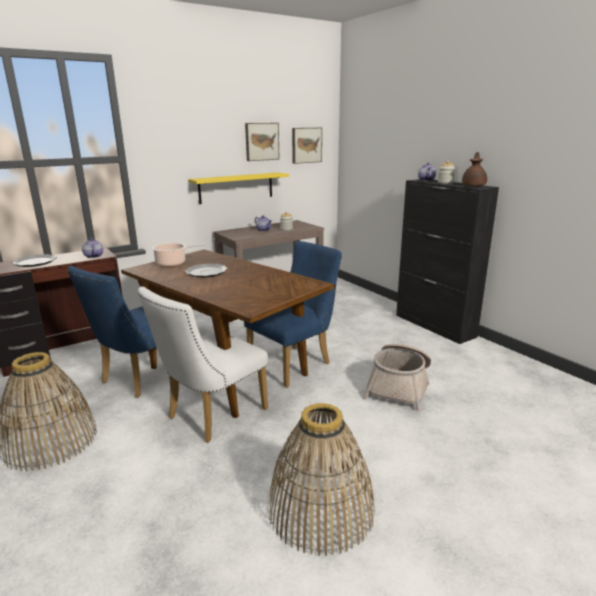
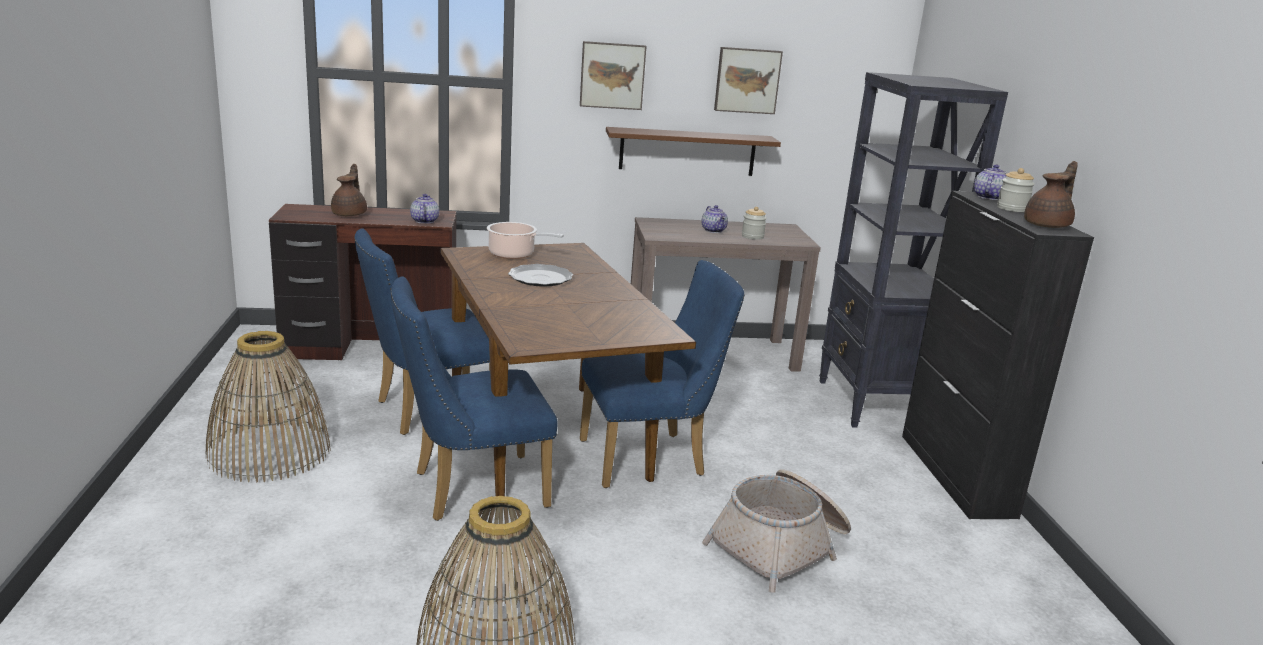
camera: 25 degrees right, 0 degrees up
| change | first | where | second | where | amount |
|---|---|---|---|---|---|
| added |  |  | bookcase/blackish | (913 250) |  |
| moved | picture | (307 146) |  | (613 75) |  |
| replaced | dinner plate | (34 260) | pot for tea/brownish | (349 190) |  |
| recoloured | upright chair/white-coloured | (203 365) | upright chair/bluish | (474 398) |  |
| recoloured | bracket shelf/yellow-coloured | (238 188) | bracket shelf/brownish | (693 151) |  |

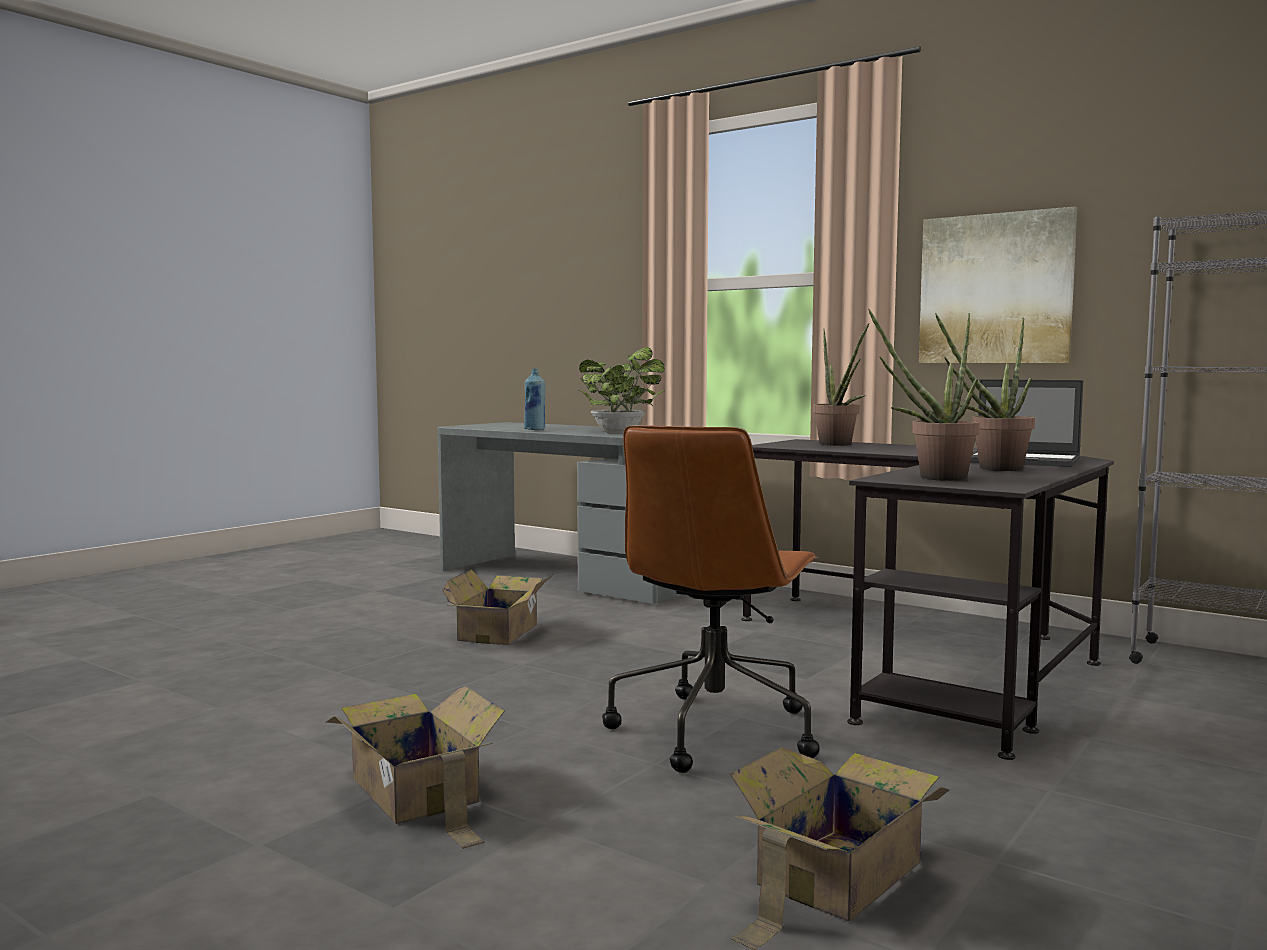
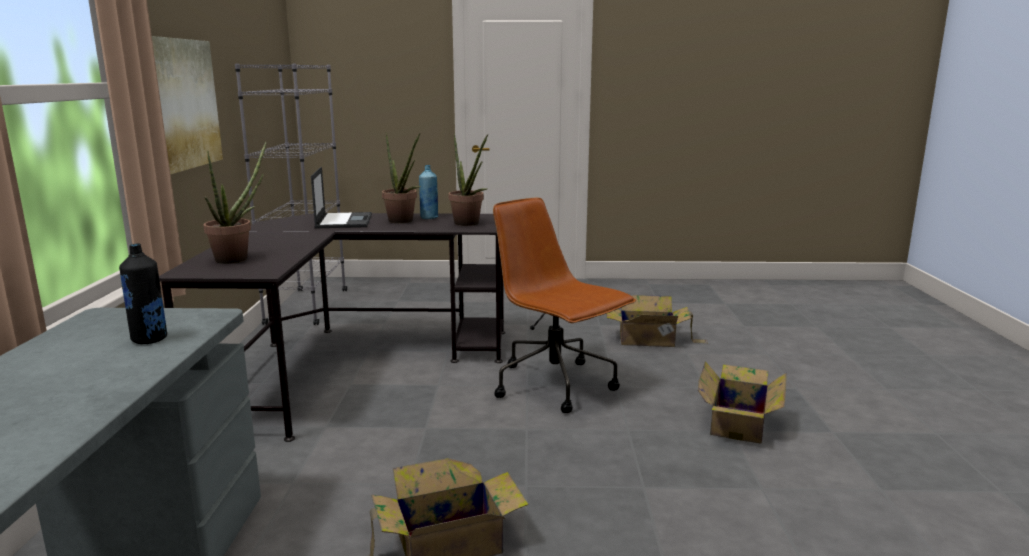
camera: 125 degrees left, 10 degrees up
| change | first | where | second | where | amount |
|---|---|---|---|---|---|
| moved | beverage bottle/bluish | (534 399) |  | (428 192) |  |
| replaced | plant in a pot | (622 390) | beverage bottle/blackish | (143 293) |  |
| turned | desk chair/brownish | (711 599) |  | (564 305) | 120 degrees counterclockwise |

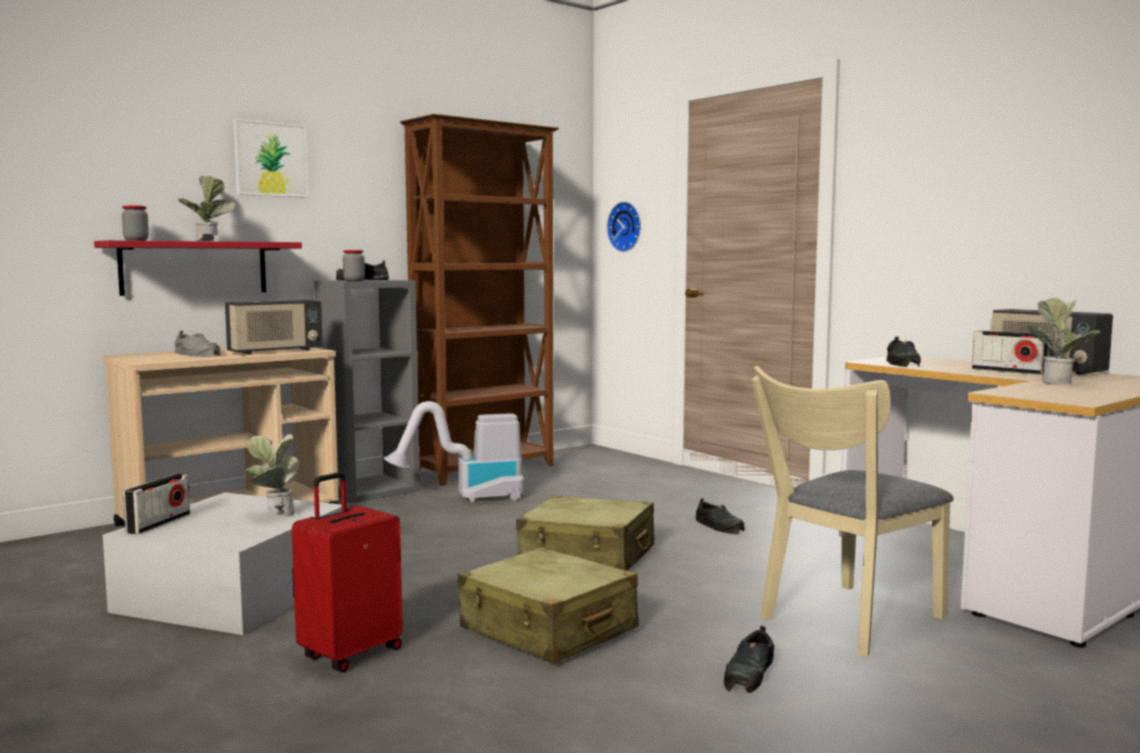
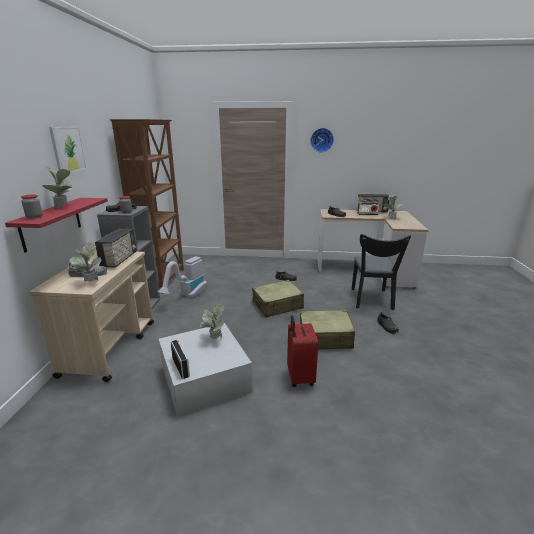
camera: 45 degrees left, 15 degrees up
| change | first | where | second | where | amount |
|---|---|---|---|---|---|
| added |  |  | plant in a pot | (85 262) |  |
| moved | wall clock | (624 226) |  | (322 140) |  |
| recoloured | upright chair/beige-coloured | (852 511) | upright chair/blackish | (381 272) |  |

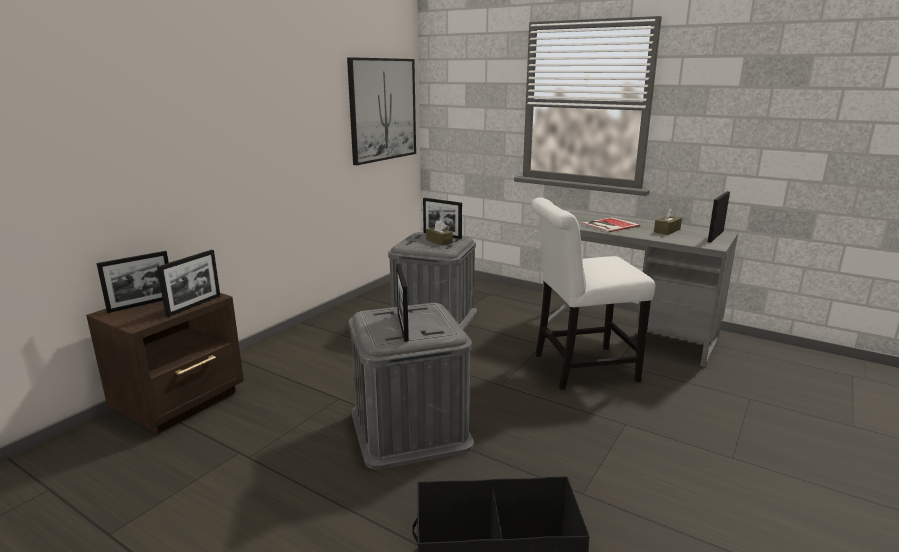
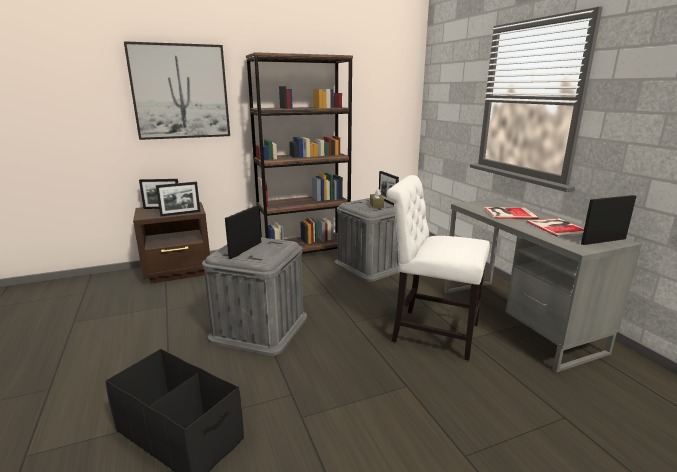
camera: 35 degrees right, 0 degrees up
| change | first | where | second | where | amount |
|---|---|---|---|---|---|
| added |  |  | bookcase/brownish | (299 153) |  |
| moved | picture | (381 111) |  | (177 90) |  |
| replaced | box of tissues/brownish | (668 221) | book | (555 227) |  |

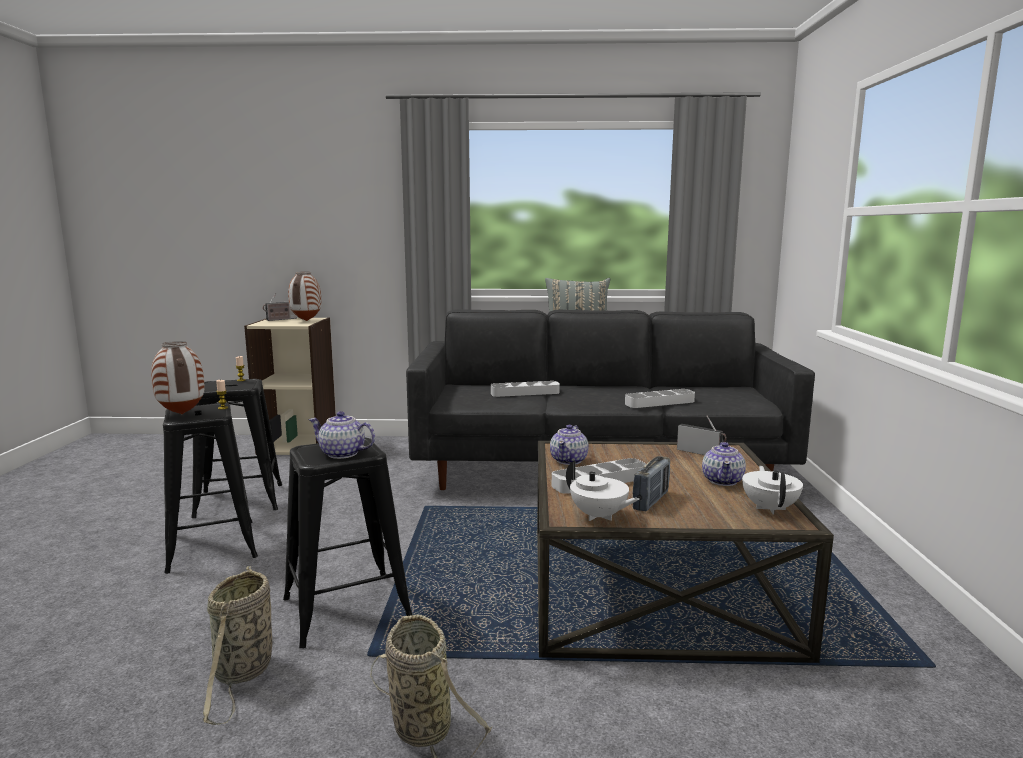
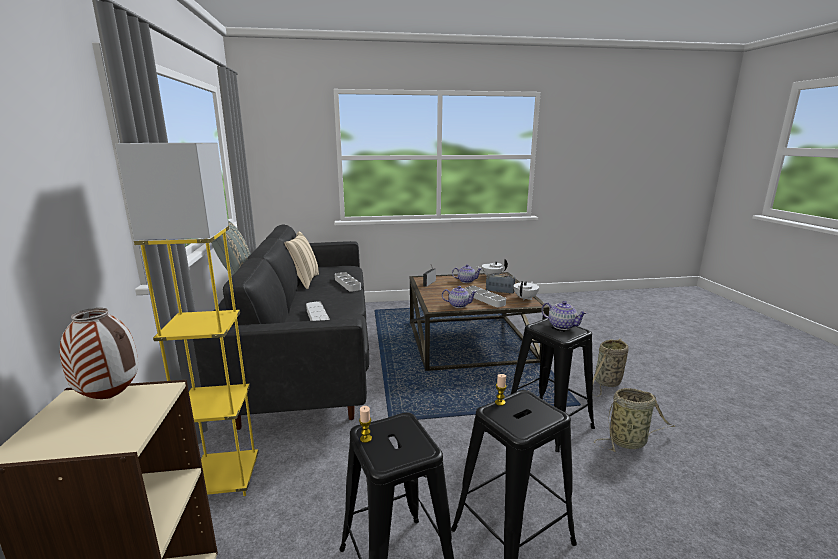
camera: 100 degrees left, 5 degrees up
| change | first | where | second | where | amount |
|---|---|---|---|---|---|
| removed | decorative vase | (177 377) |  |  |  |
| removed | radio | (280 307) |  |  |  |
| added |  |  | standing lamp/yellow-coloured | (187 319) |  |
| added |  |  | throw pillow/beige-coloured | (301 260) |  |
| turned | pot for tea | (341 435) |  | (564 315) | 60 degrees counterclockwise |

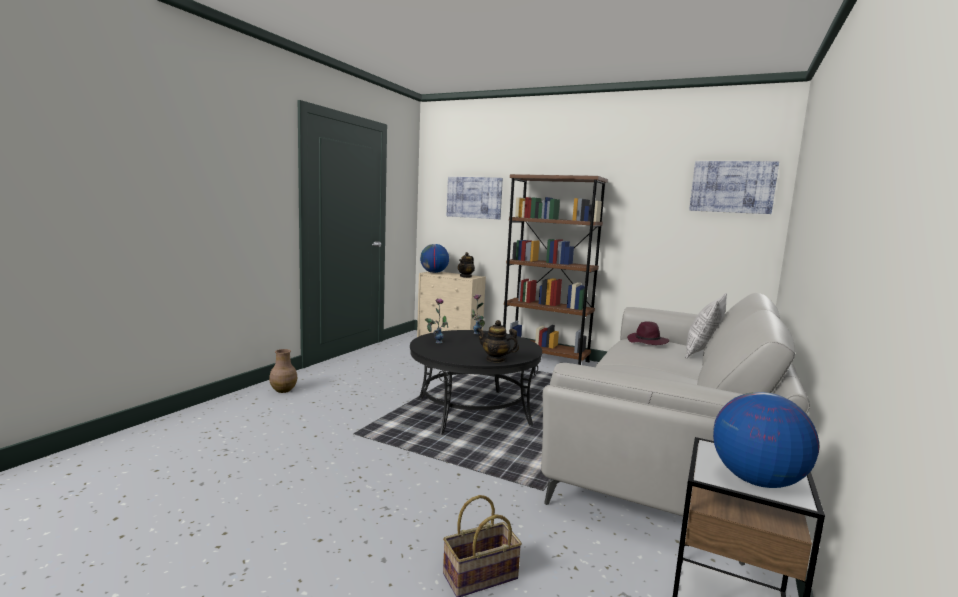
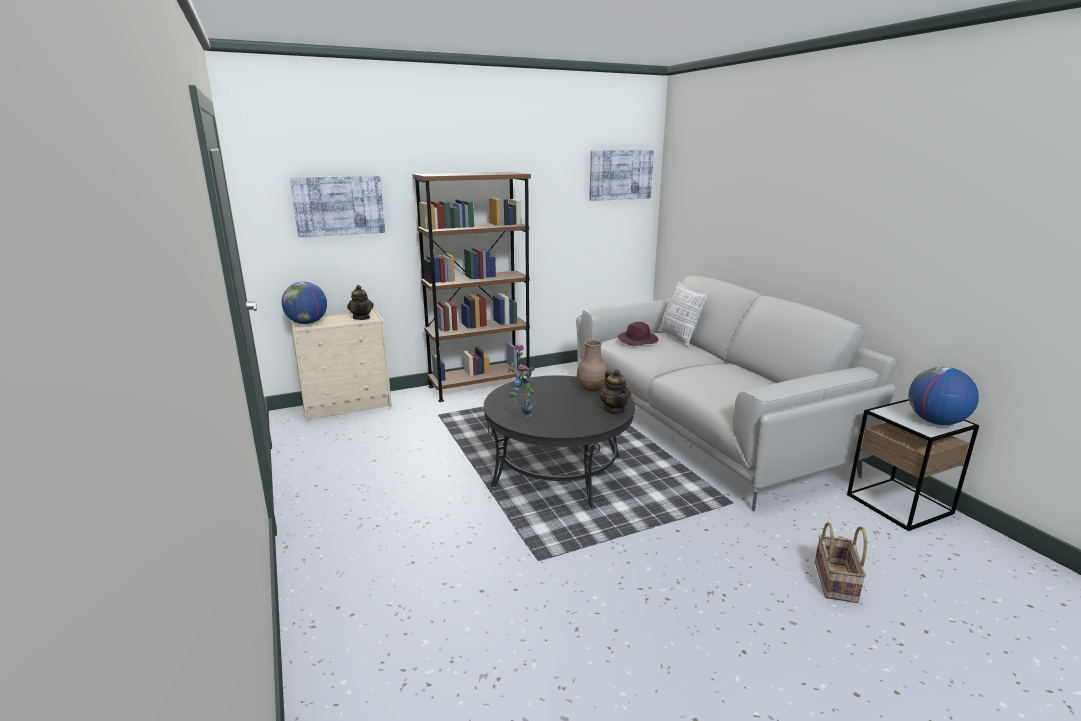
camera: 50 degrees left, 10 degrees up
| change | first | where | second | where | amount |
|---|---|---|---|---|---|
| moved | decorative vase/brownish | (283 371) |  | (592 365) |  |
| turned | pot for tea | (498 341) |  | (615 391) | 75 degrees counterclockwise |

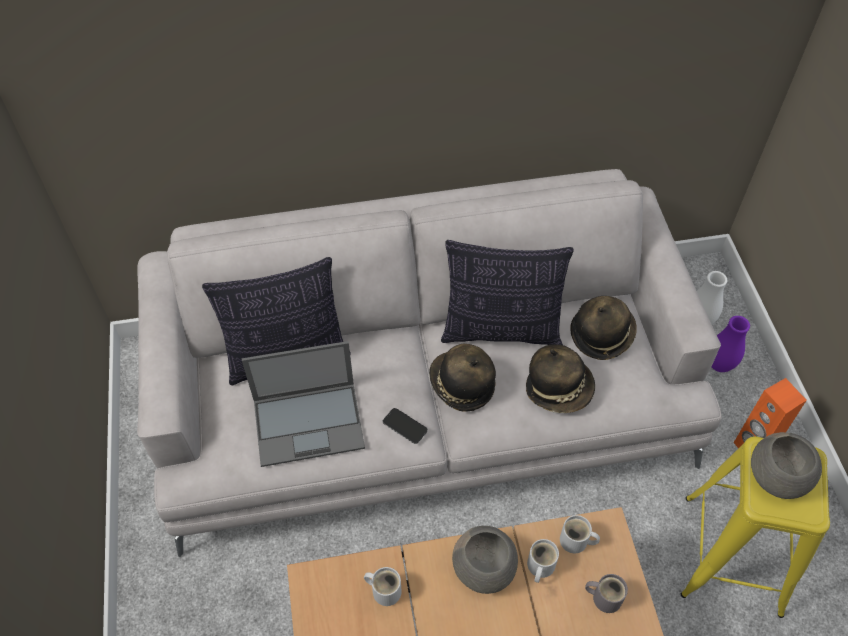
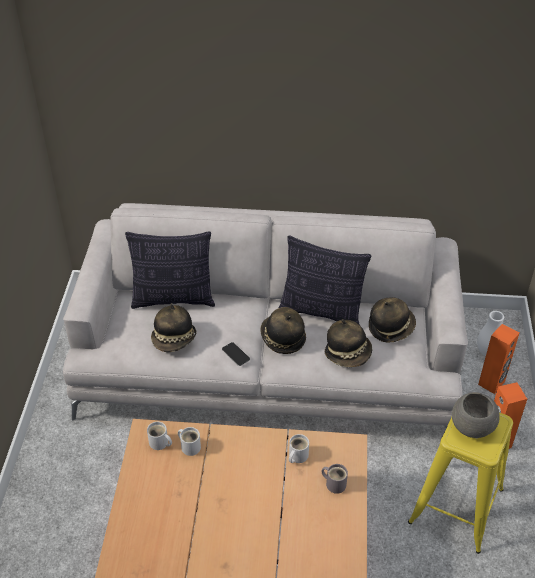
camera: 15 degrees right, 10 degrees down
| change | first | where | second | where | amount |
|---|---|---|---|---|---|
| removed | bowl/greyish | (485 560) |  |  |  |
| moved | mug/white-coloured | (580 534) |  | (159 436) |  |
| replaced | portable computer | (303 404) | clothing hat | (173 327) |  |
| replaced | decorative vase/purple-coloured | (730 344) | loudspeaker/orange | (498 359) |  |

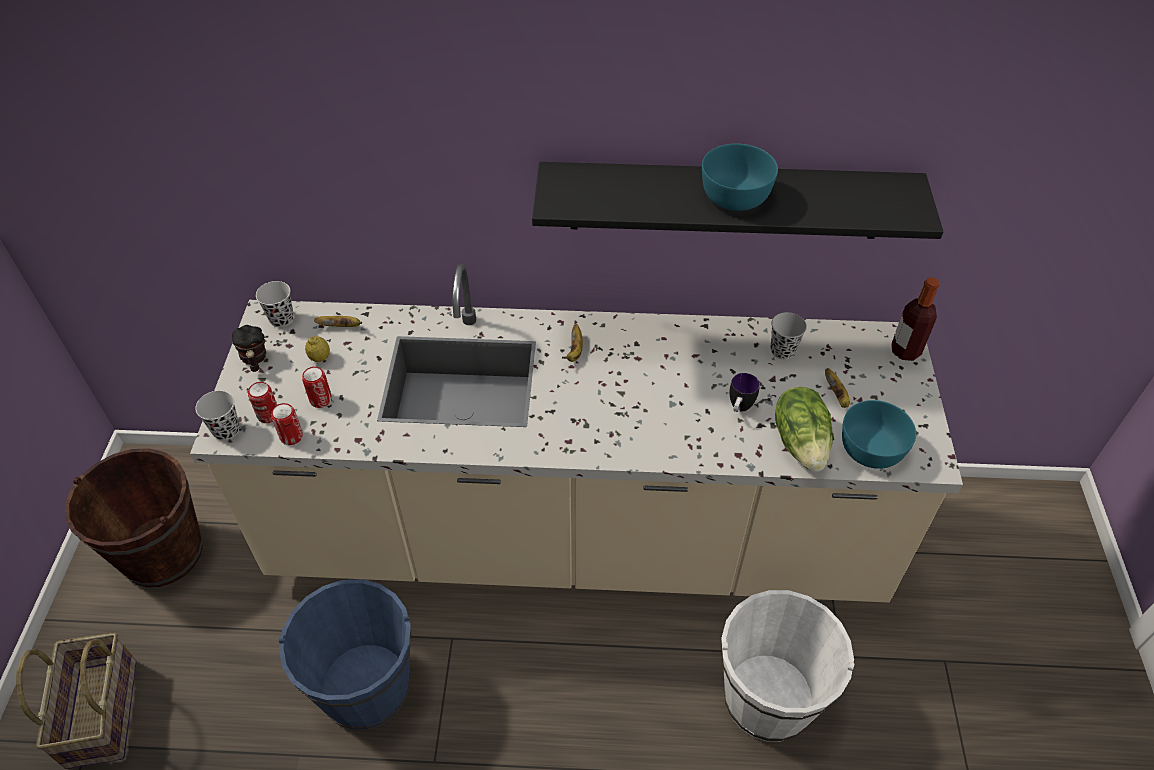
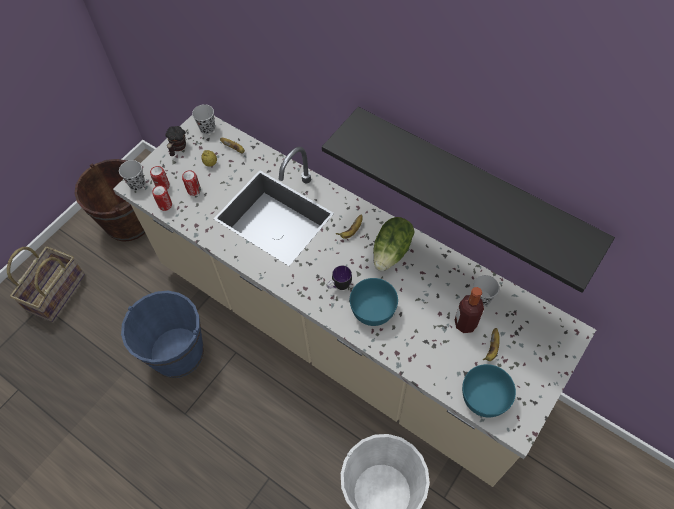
camera: 35 degrees right, 10 degrees up
| change | first | where | second | where | amount |
|---|---|---|---|---|---|
| moved | bowl/turquoise-coloured | (740 177) |  | (374 302) |  |
| moved | mug | (744 392) |  | (339 278) |  |
| moved | lettuce | (804 429) |  | (393 244) |  |
| moved | beverage bottle | (915 319) |  | (469 310) |  |

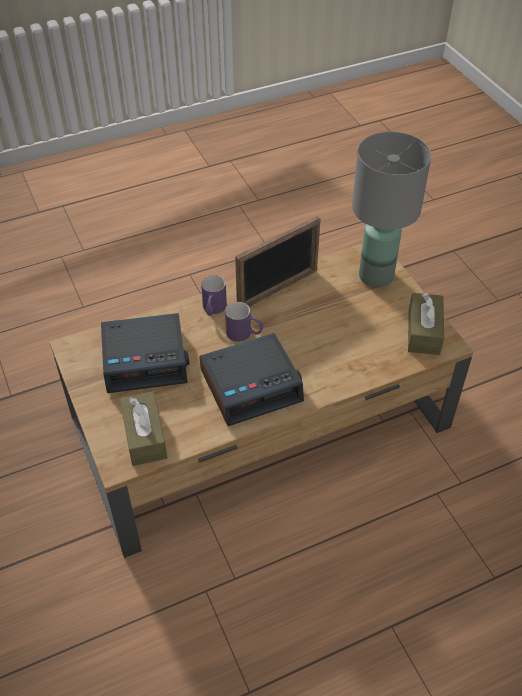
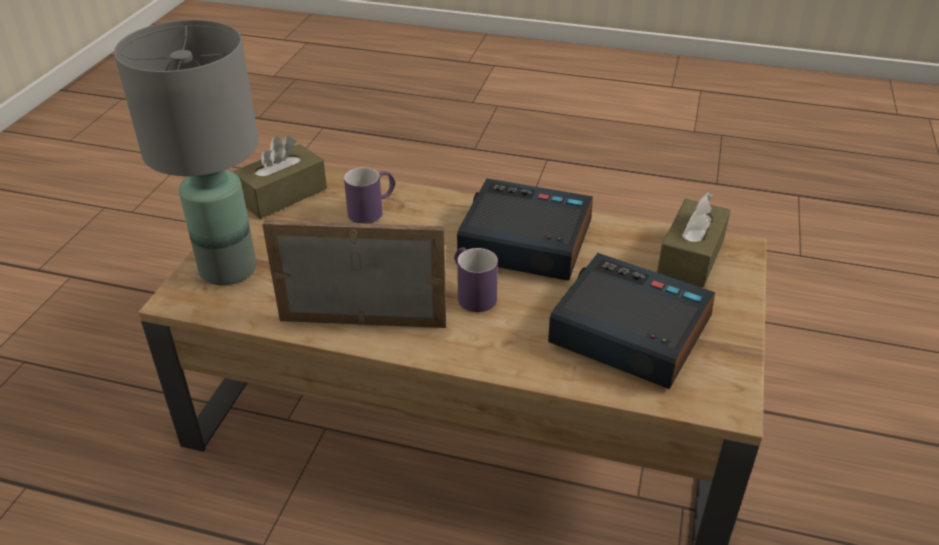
camera: 140 degrees left, 10 degrees down
| change | first | where | second | where | amount |
|---|---|---|---|---|---|
| moved | mug/purple-coloured | (214 295) |  | (369 195) |  |

